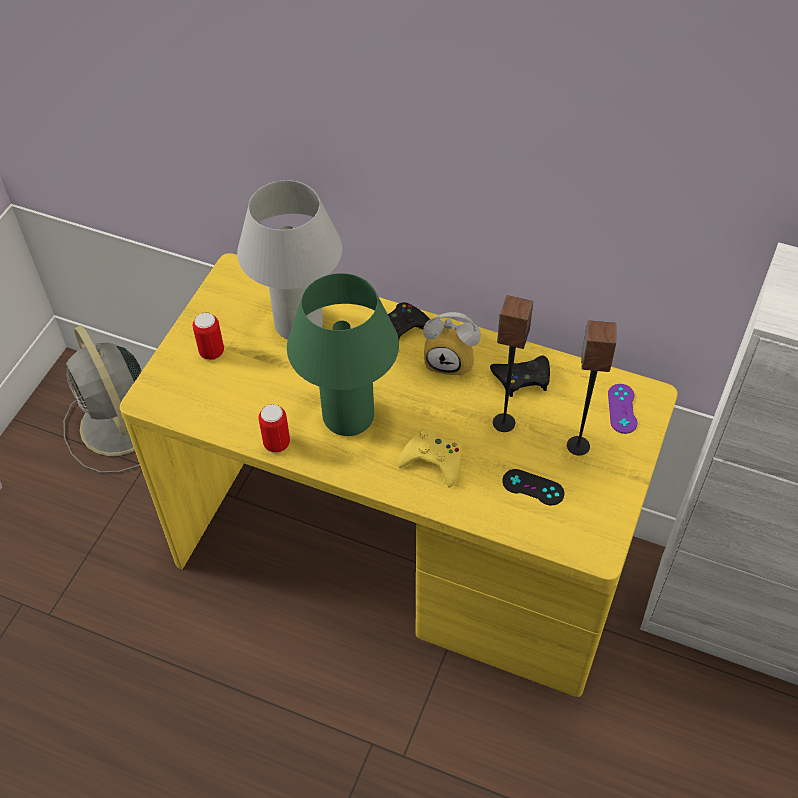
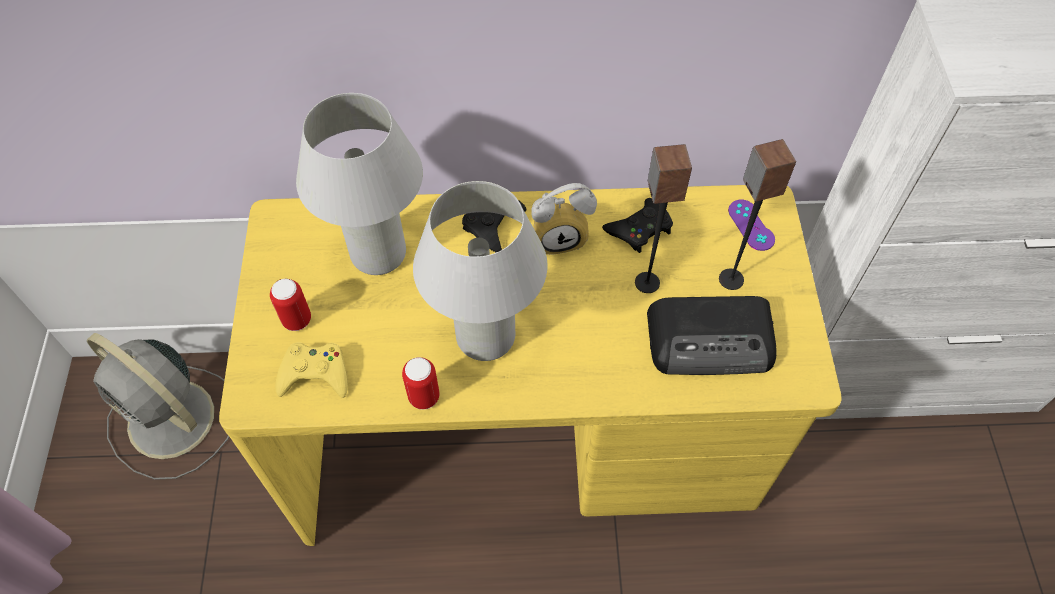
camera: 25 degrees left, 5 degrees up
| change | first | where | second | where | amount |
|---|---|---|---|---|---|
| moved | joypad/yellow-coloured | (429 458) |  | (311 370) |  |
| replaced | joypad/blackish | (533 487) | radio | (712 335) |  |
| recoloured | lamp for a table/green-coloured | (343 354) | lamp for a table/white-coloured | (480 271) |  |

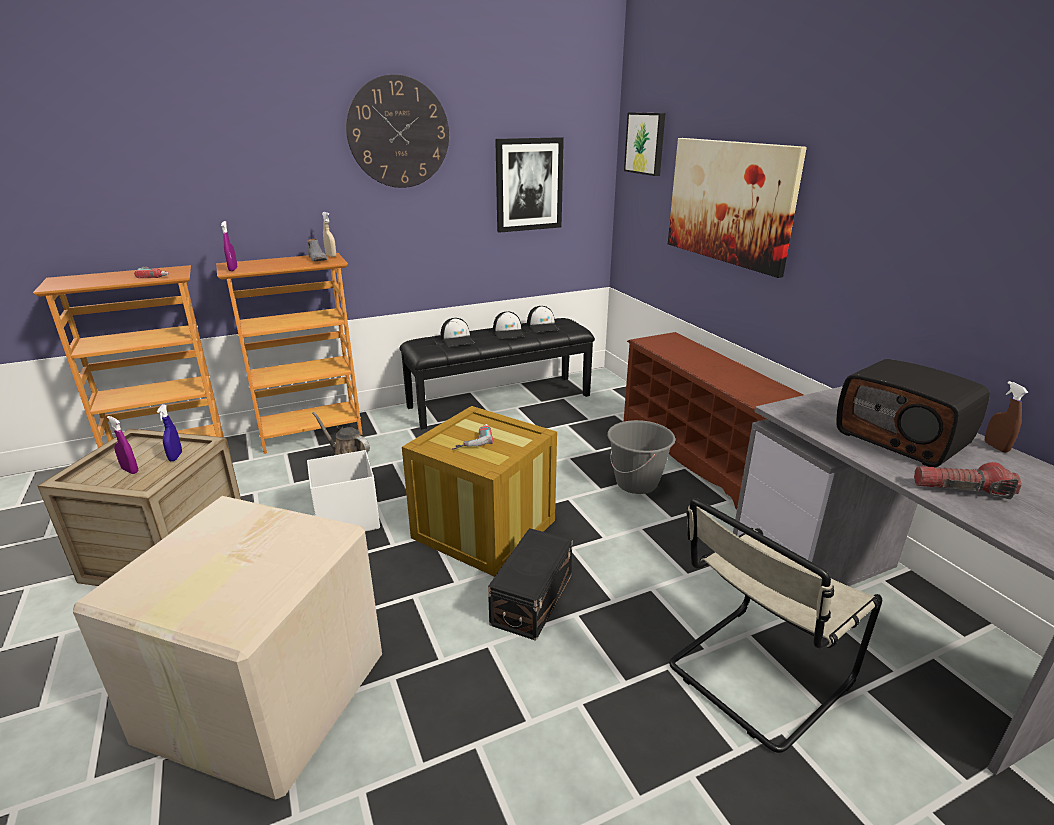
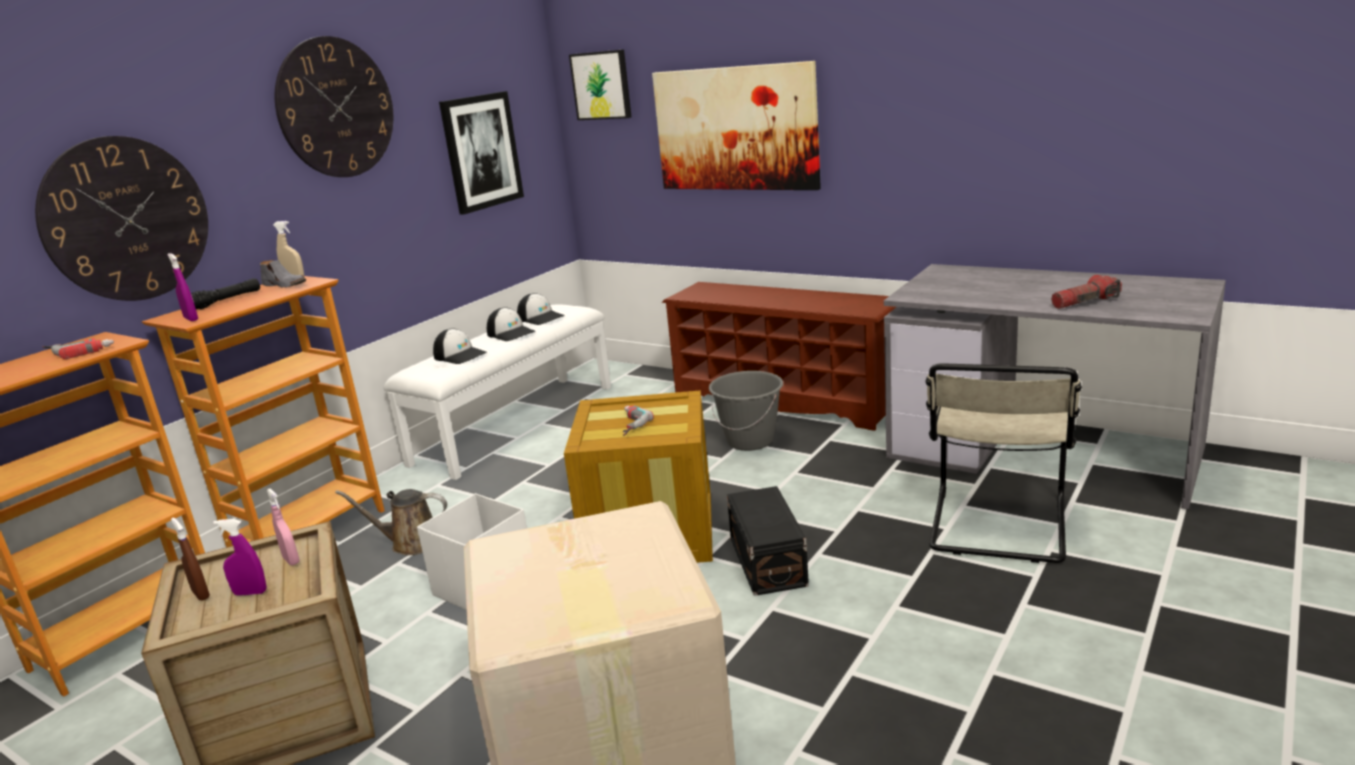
camera: 30 degrees left, 5 degrees down
| change | first | where | second | where | amount |
|---|---|---|---|---|---|
| removed | radio | (913 413) |  |  |  |
| added |  |  | wall clock | (121 218) |  |
| added |  |  | hand torch/blackish | (225 293) |  |
| moved | spray bottle/brownish | (1006 417) |  | (190 559) |  |
| recoloured | spray bottle/bluish | (169 432) | spray bottle/pinkish | (283 526) |  |
| recoloured | bench/blackish | (497 373) | bench/white-coloured | (497 392) |  |

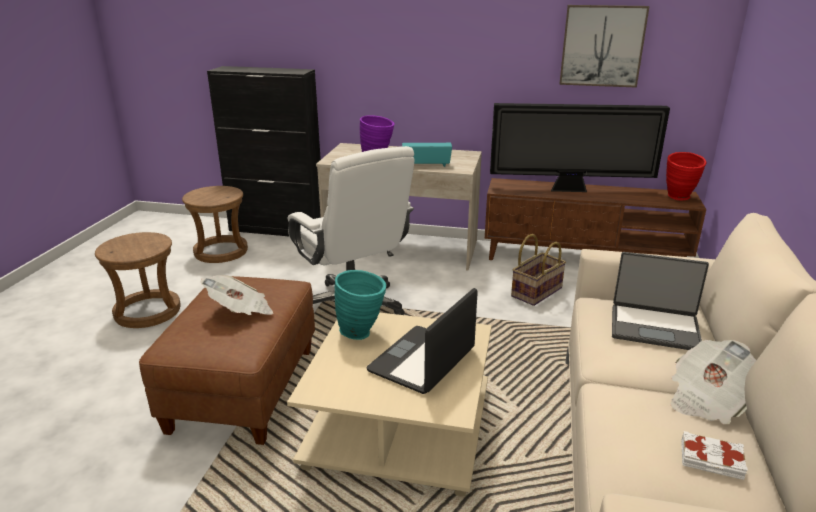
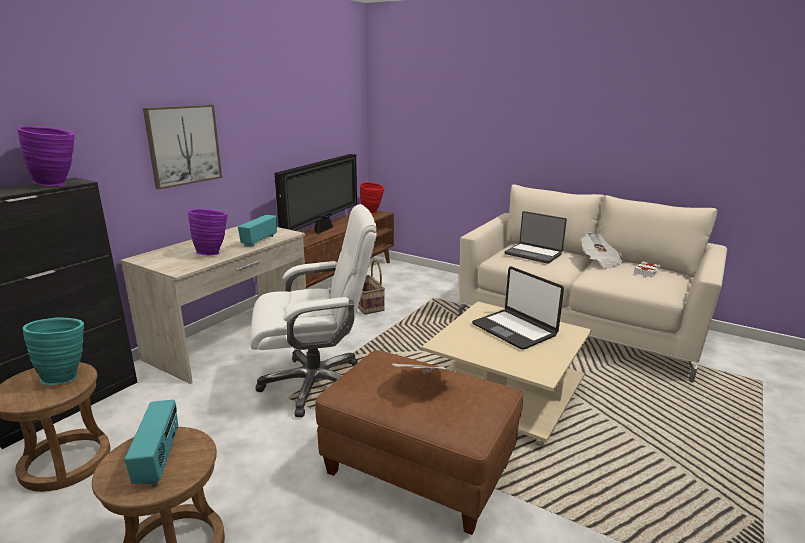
camera: 70 degrees left, 5 degrees down
| change | first | where | second | where | amount |
|---|---|---|---|---|---|
| added |  |  | decorative vase/purple-coloured | (45 156) |  |
| added |  |  | radio | (151 442) |  |
| moved | decorative vase/turquoise-coloured | (360 305) |  | (53 351) |  |
| moved | picture | (604 46) |  | (182 147) |  |
| turned | portable computer | (660 301) |  | (536 237) | 90 degrees clockwise |

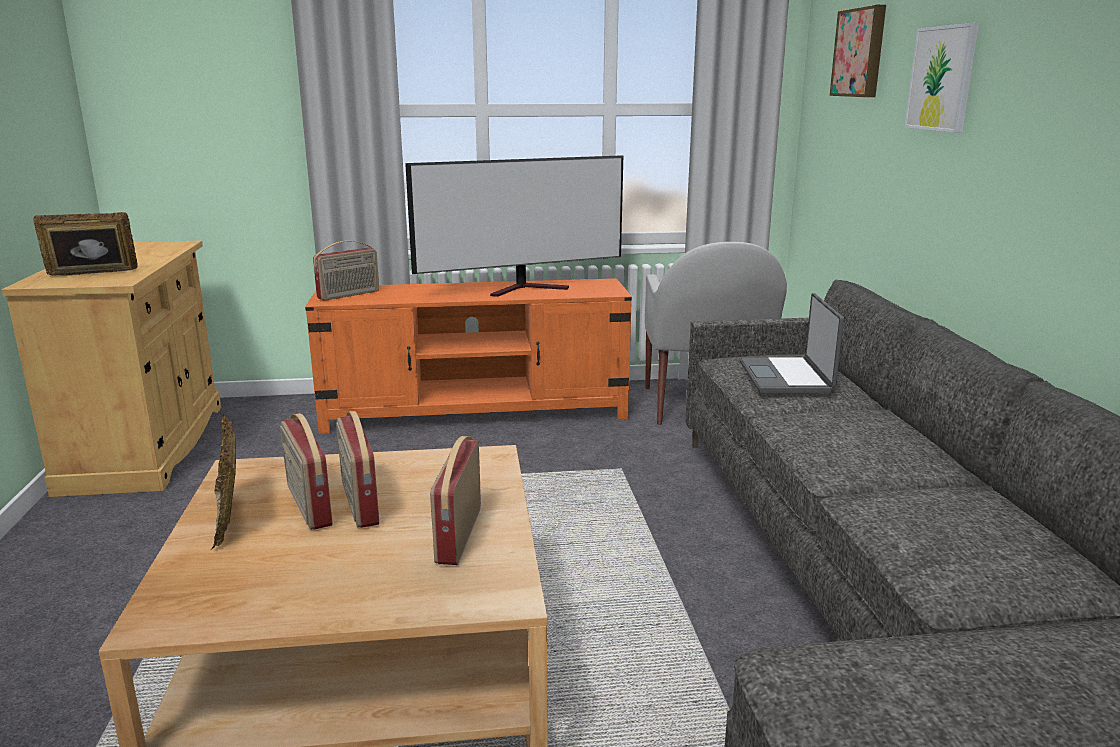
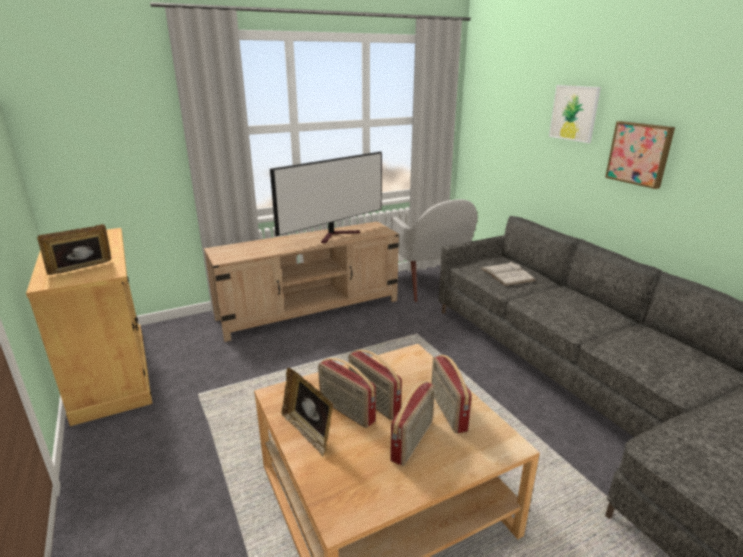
camera: 20 degrees left, 5 degrees up
| change | first | where | second | where | amount |
|---|---|---|---|---|---|
| moved | radio | (346 271) |  | (412 423) |  |
| moved | picture | (857 51) |  | (640 155) |  |
| replaced | portable computer | (791 343) | book/white-coloured | (508 274) |  |
| recoloured | tv stand/orange | (468 356) | tv stand/beige-coloured | (301 281) |  |

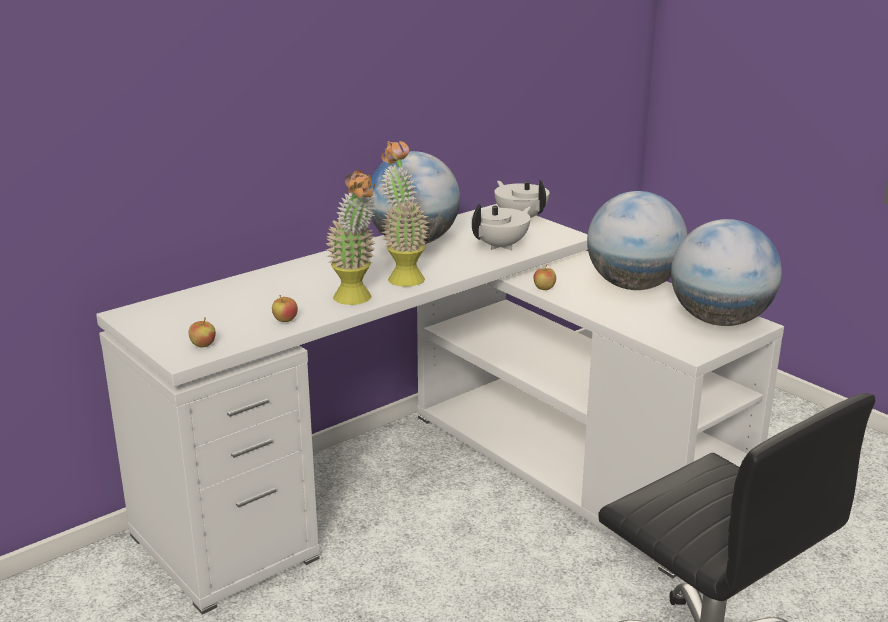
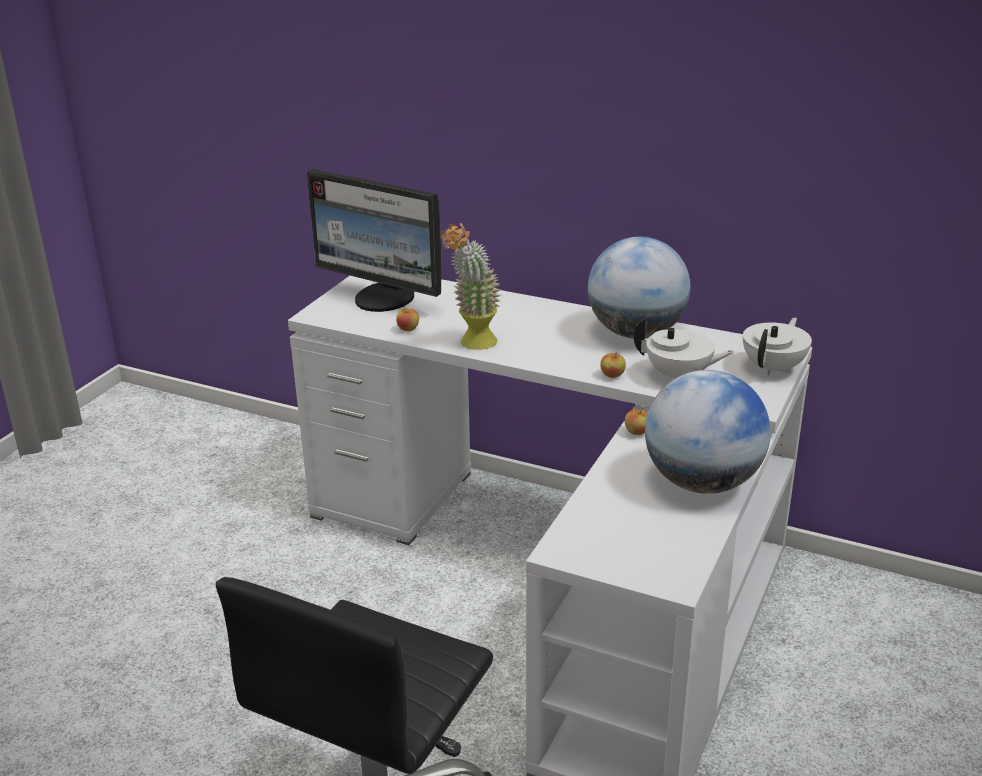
camera: 65 degrees right, 5 degrees up
| change | first | where | second | where | amount |
|---|---|---|---|---|---|
| removed | plant in a pot | (405 214) |  |  |  |
| removed | desk globe | (726 272) |  |  |  |
| added |  |  | computer display | (374 240) |  |
| moved | whole apple | (202 332) |  | (613 365) |  |

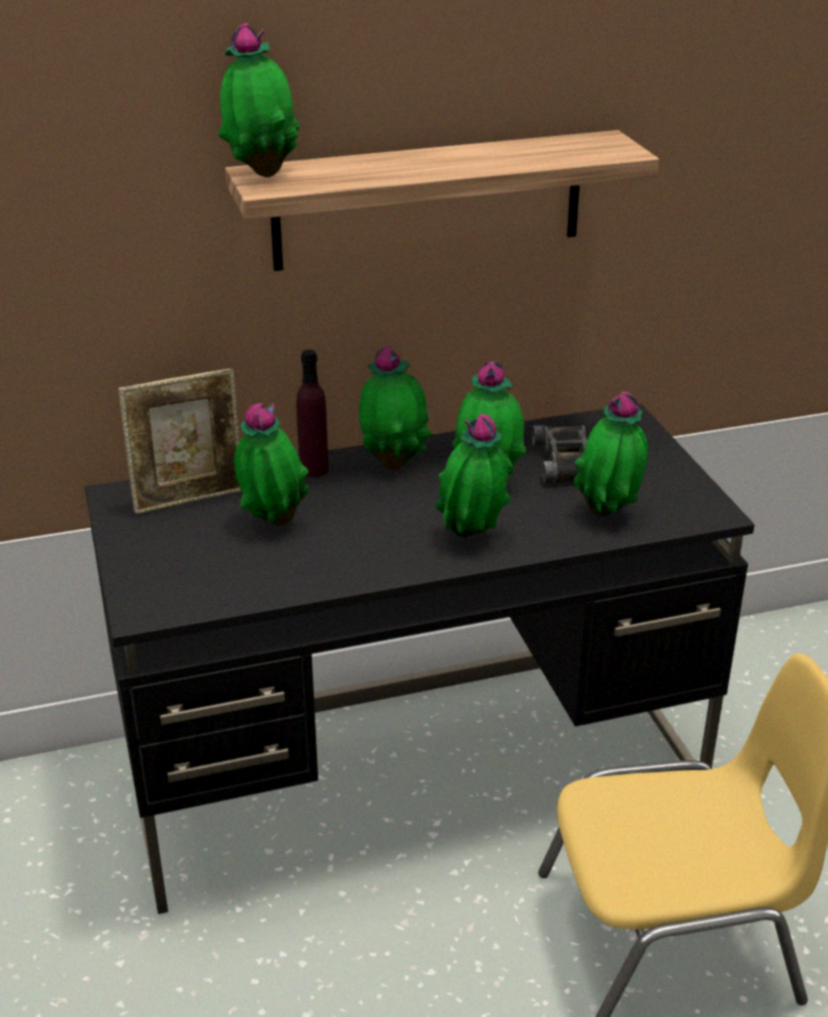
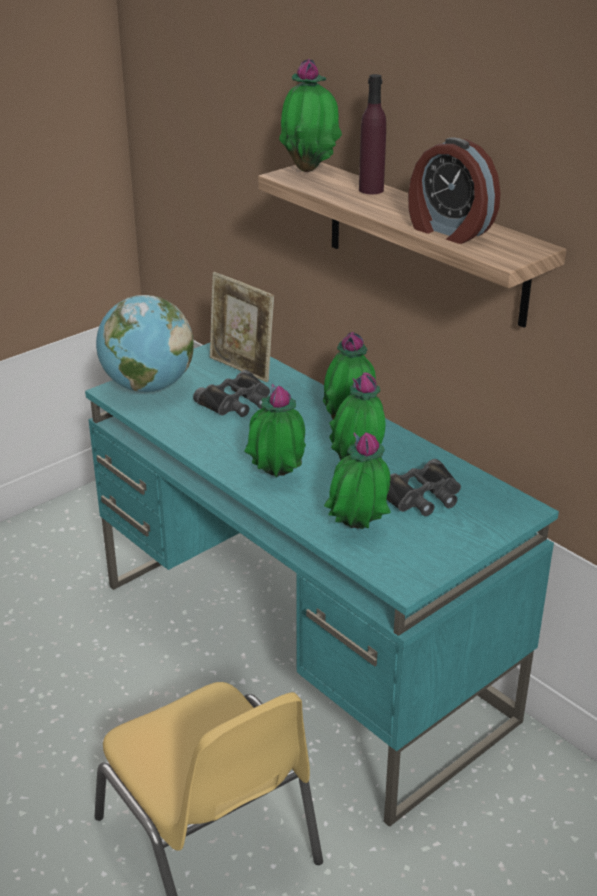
camera: 65 degrees right, 0 degrees up
| change | first | where | second | where | amount |
|---|---|---|---|---|---|
| added |  |  | desk globe | (145 343) |  |
| added |  |  | bedside clock | (454 190) |  |
| moved | beverage bottle/purple-coloured | (312 413) |  | (372 134) |  |
| replaced | plant in a pot | (271 464) | field glasses/blackish | (231 393) |  |
| recoloured | desk/blackish | (419 658) | desk/turquoise-coloured | (322 585) |  |

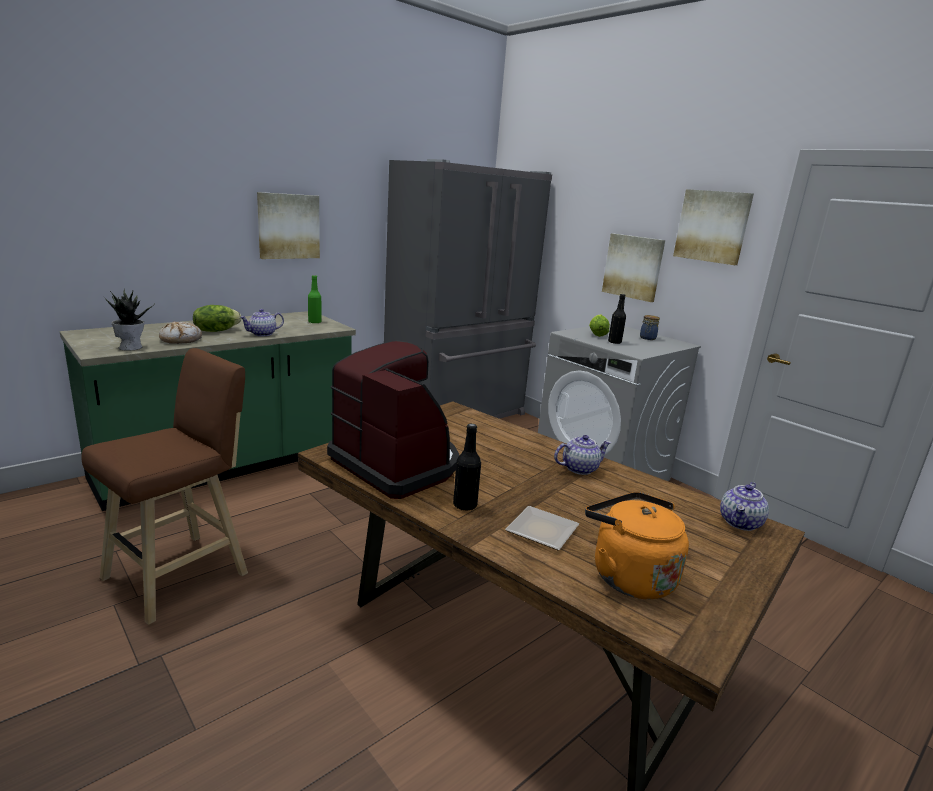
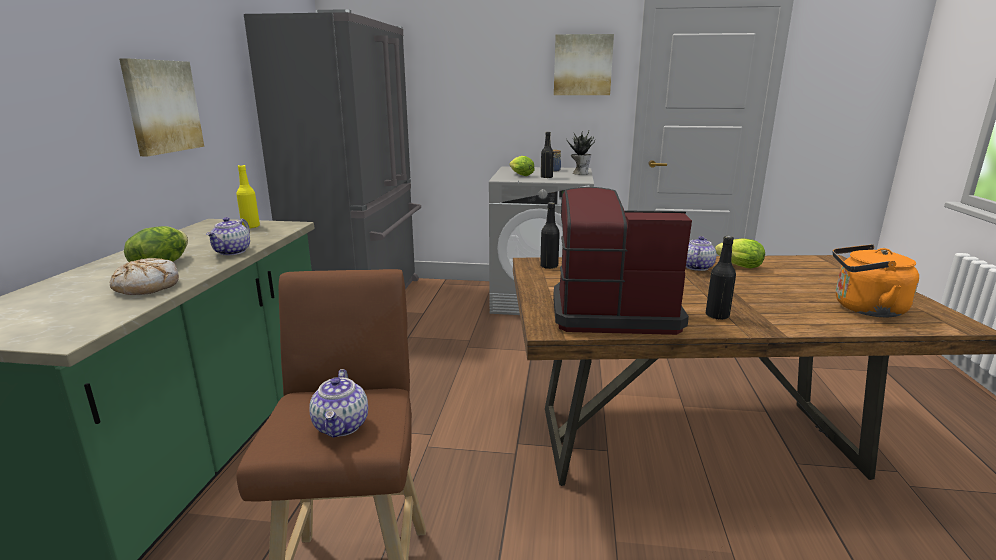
camera: 40 degrees left, 0 degrees up
| change | first | where | second | where | amount |
|---|---|---|---|---|---|
| removed | dinner plate | (542 528) |  |  |  |
| removed | picture | (633 267) |  |  |  |
| added |  |  | beverage bottle/blackish | (550 235) |  |
| added |  |  | lettuce | (740 253) |  |
| moved | plant in a pot | (128 320) |  | (580 152) |  |
| moved | pot for tea | (744 506) |  | (338 403) |  |
| recoloured | beverage bottle/green-coloured | (315 299) | beverage bottle/yellow-coloured | (248 197) |  |

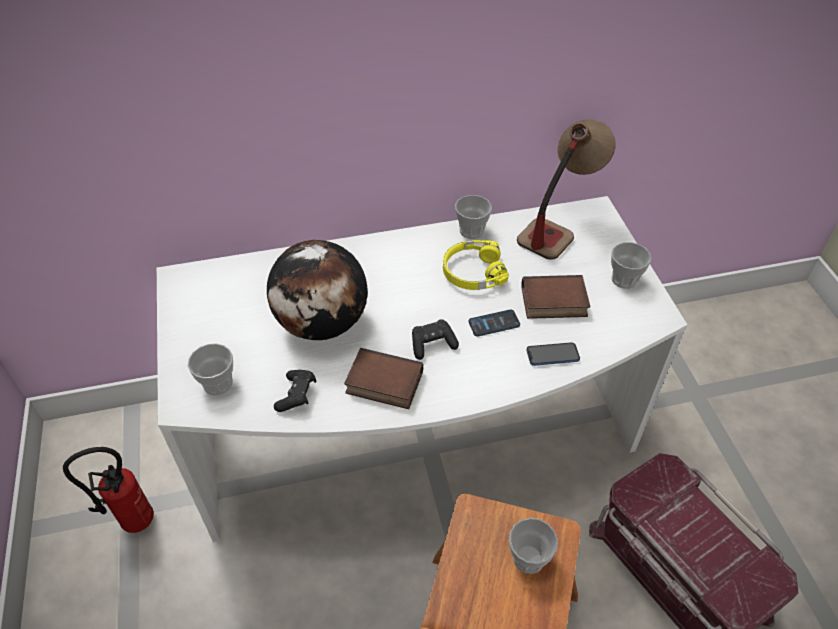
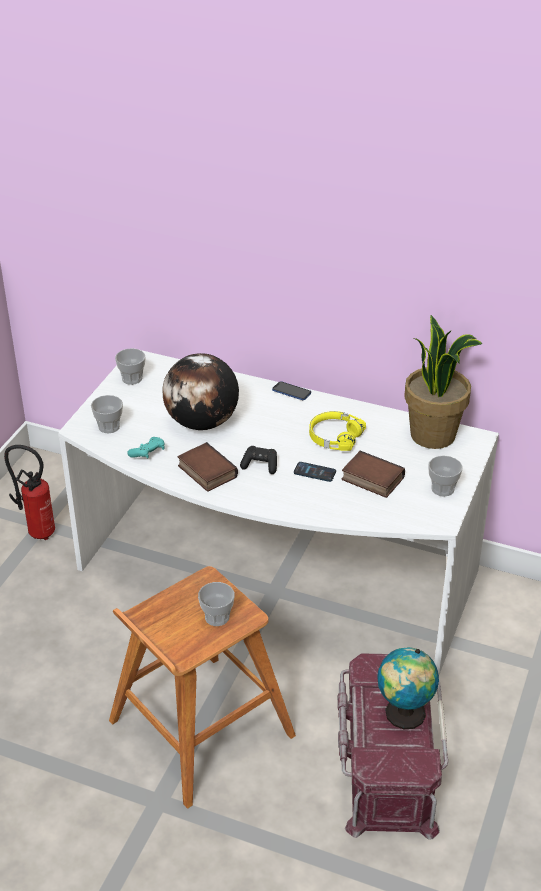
camera: 35 degrees right, 10 degrees down
| change | first | where | second | where | amount |
|---|---|---|---|---|---|
| added |  |  | desk globe | (408 688) |  |
| moved | cup | (473 217) |  | (130 366) |  |
| moved | phone | (553 354) |  | (291 390) |  |
| replaced | lamp for a table | (566 189) | plant in a pot | (443 382) |  |
| recoloured | joypad/blackish | (295 391) | joypad/turquoise-coloured | (145 447) |  |

